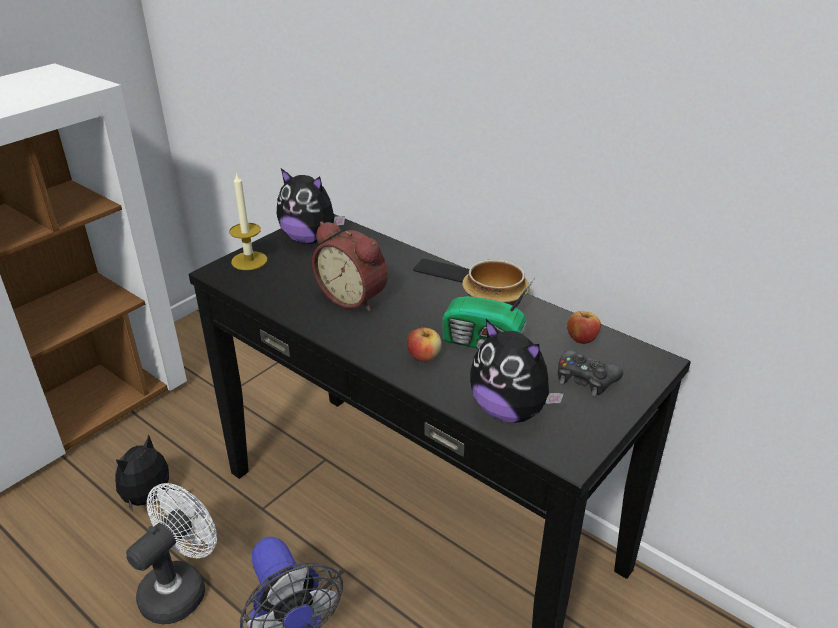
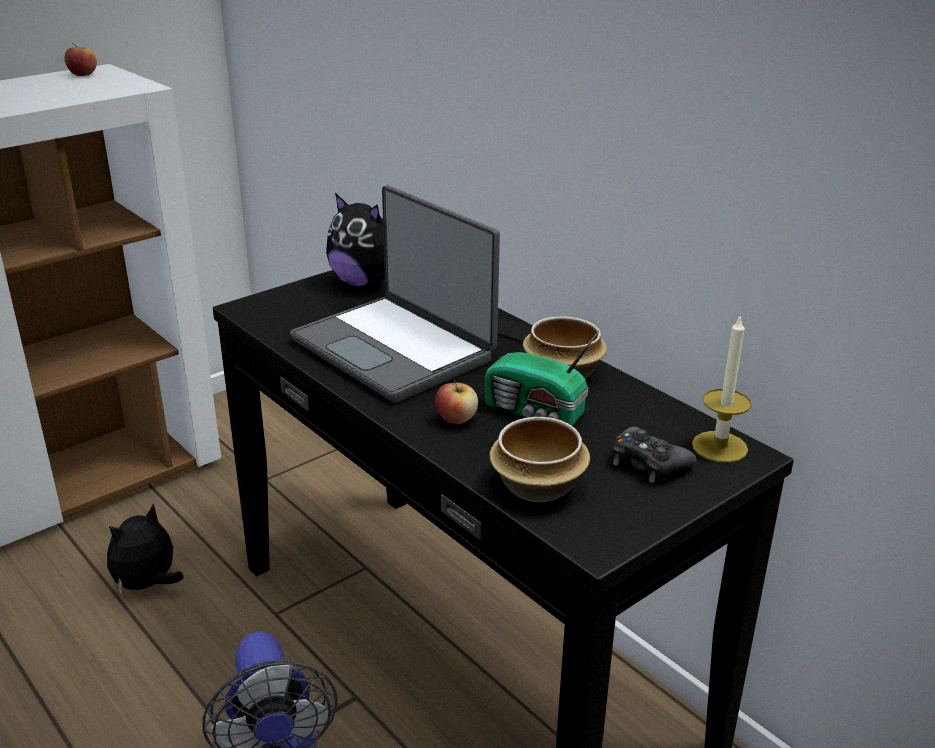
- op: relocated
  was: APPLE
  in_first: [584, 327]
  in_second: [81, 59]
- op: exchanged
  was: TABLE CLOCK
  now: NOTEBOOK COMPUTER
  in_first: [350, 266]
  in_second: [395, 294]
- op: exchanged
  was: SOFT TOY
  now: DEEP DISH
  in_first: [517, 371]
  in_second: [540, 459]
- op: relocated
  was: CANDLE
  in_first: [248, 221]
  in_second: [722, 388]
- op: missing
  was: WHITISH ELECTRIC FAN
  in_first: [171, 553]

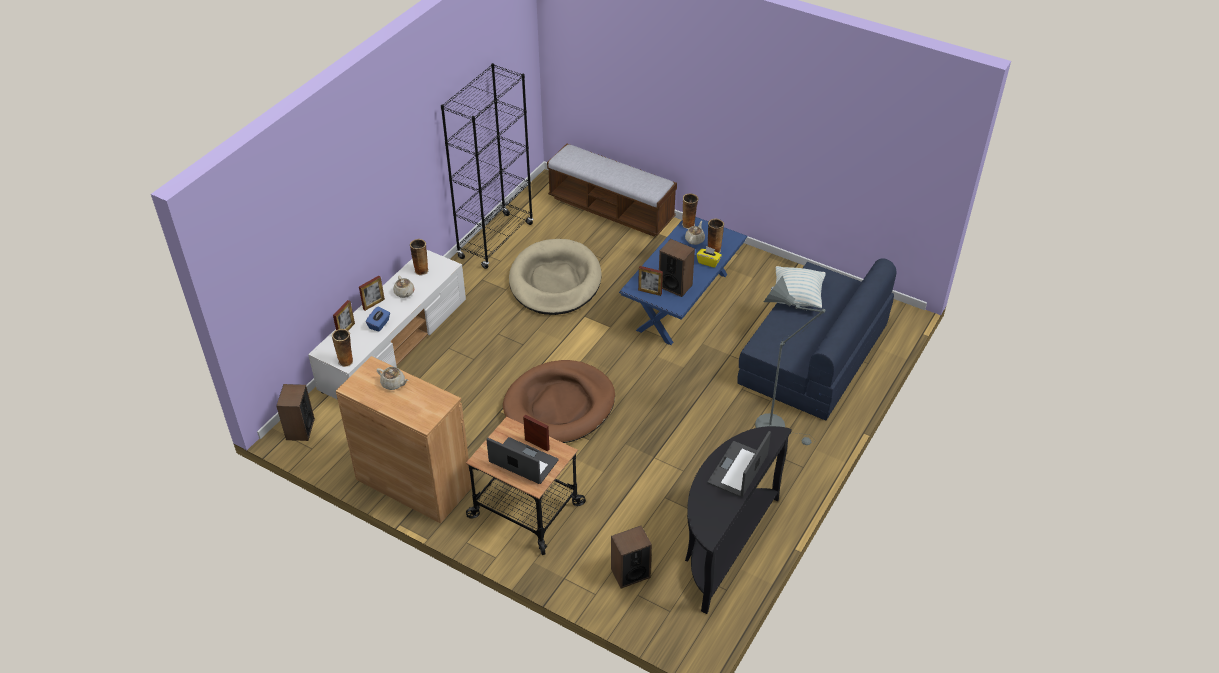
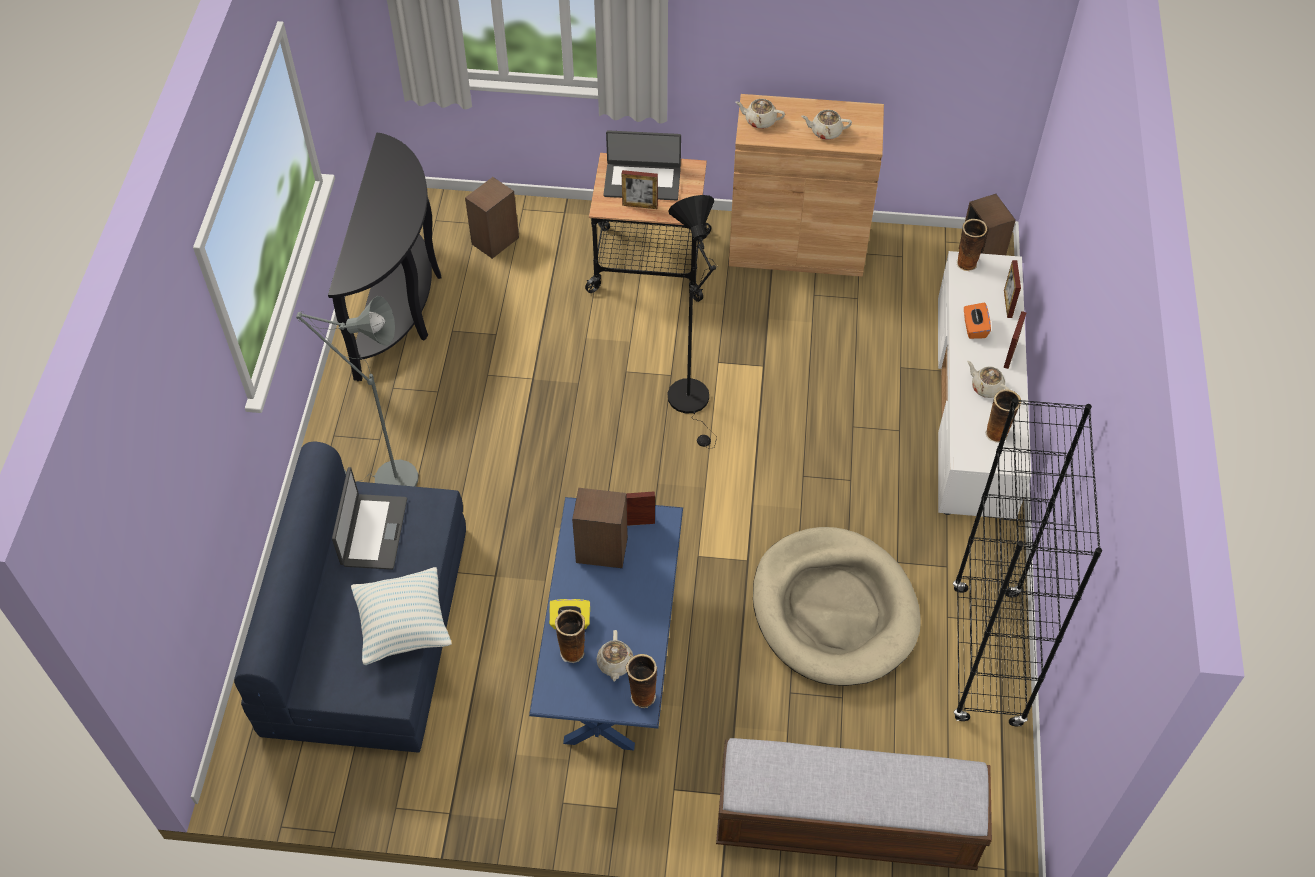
- op: relocated
  was: NOTEBOOK COMPUTER
  in_first: [739, 464]
  in_second: [369, 518]
- op: exchanged
  was: BROWNISH DOG CUSHION
  now: BLACKISH STANDARD LAMP
  in_first: [559, 401]
  in_second: [692, 322]
- op: appeared
  now: BEIGE POT FOR TEA
  in_second: [760, 114]
- op: colour
  was: BLUE TISSUE HOLDER
  now: ORANGEY TISSUE HOLDER
  in_first: [378, 319]
  in_second: [977, 320]

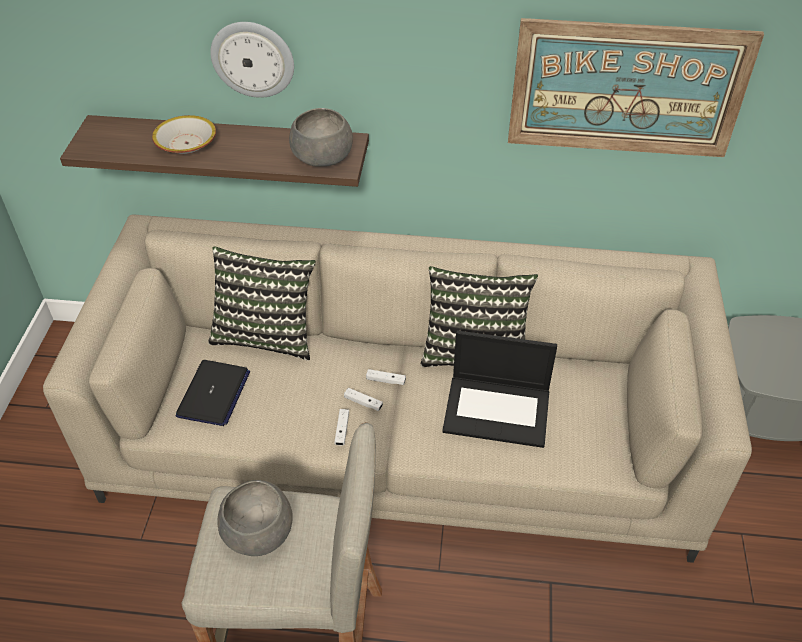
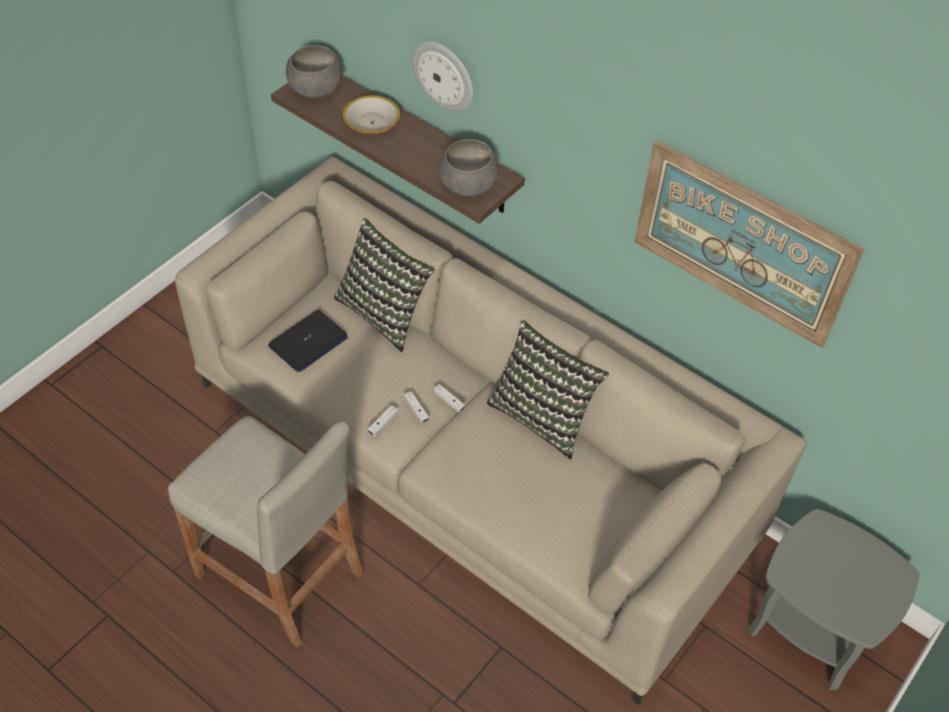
- op: relocated
  was: GRAY DEEP DISH
  in_first: [254, 518]
  in_second: [314, 71]
- op: missing
  was: NOTEBOOK COMPUTER
  in_first: [499, 389]

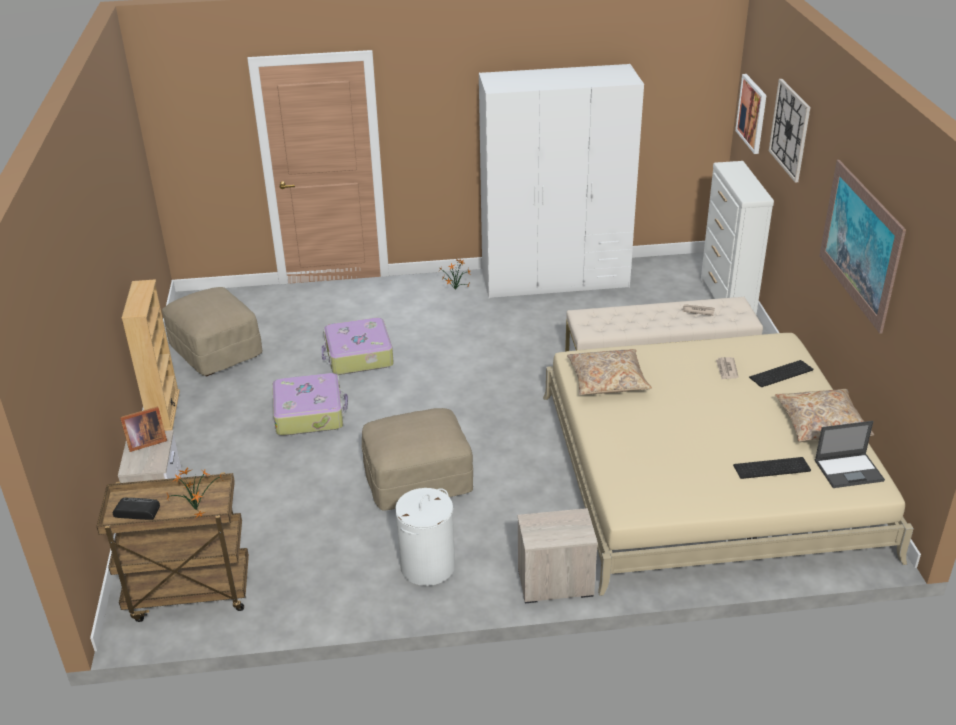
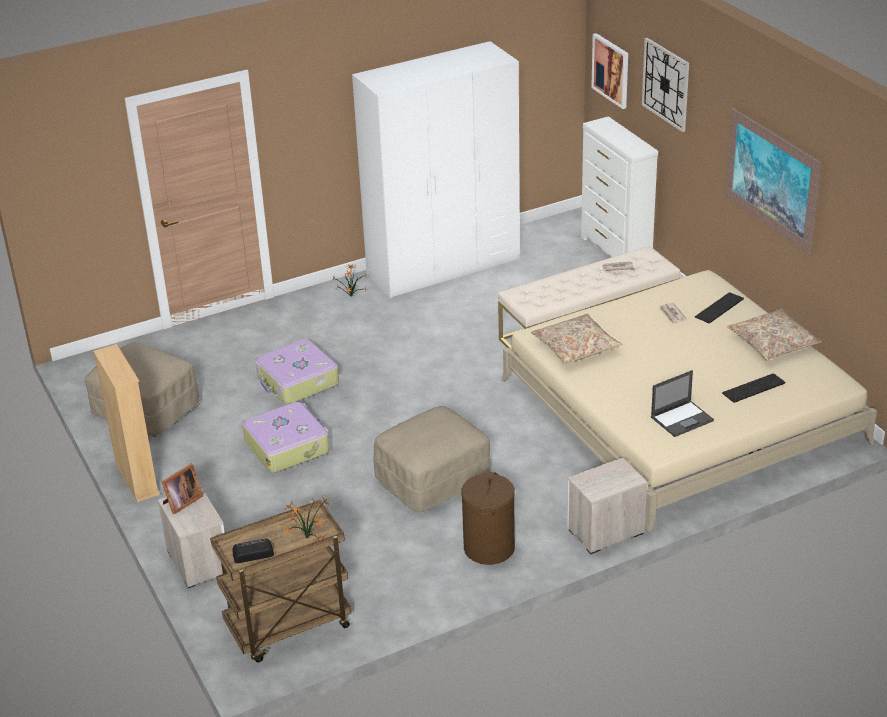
- op: colour
  was: WHITISH HAMPER
  now: BROWNISH HAMPER
  in_first: [425, 537]
  in_second: [488, 518]
- op: relocated
  was: NOTEBOOK COMPUTER
  in_first: [850, 454]
  in_second: [682, 403]

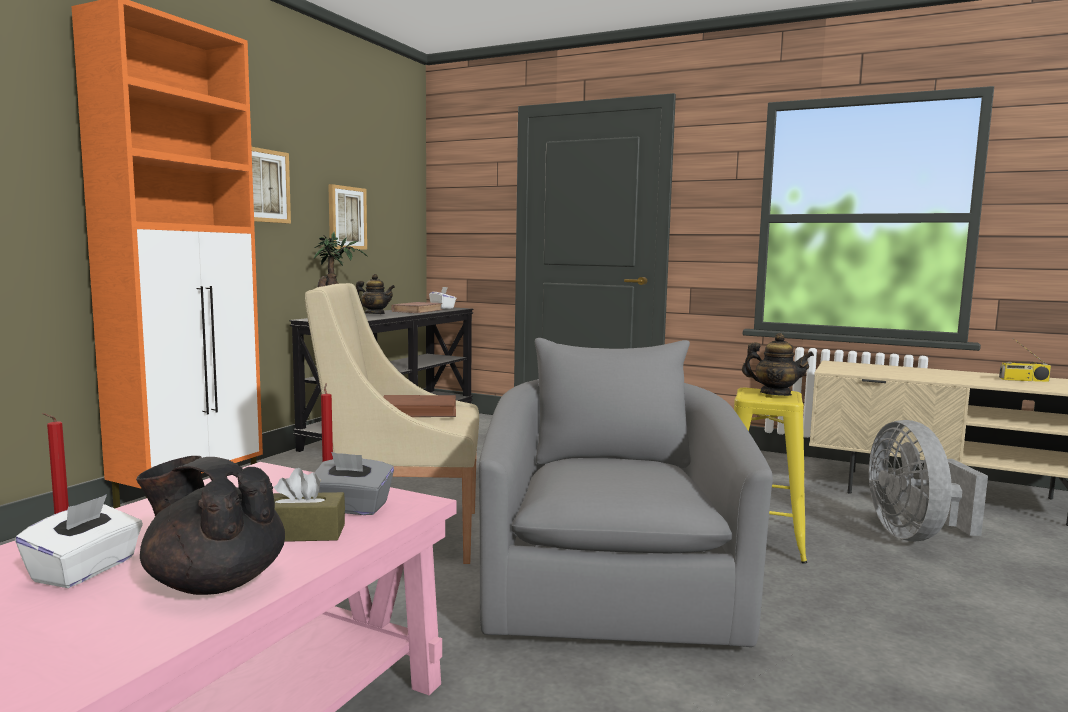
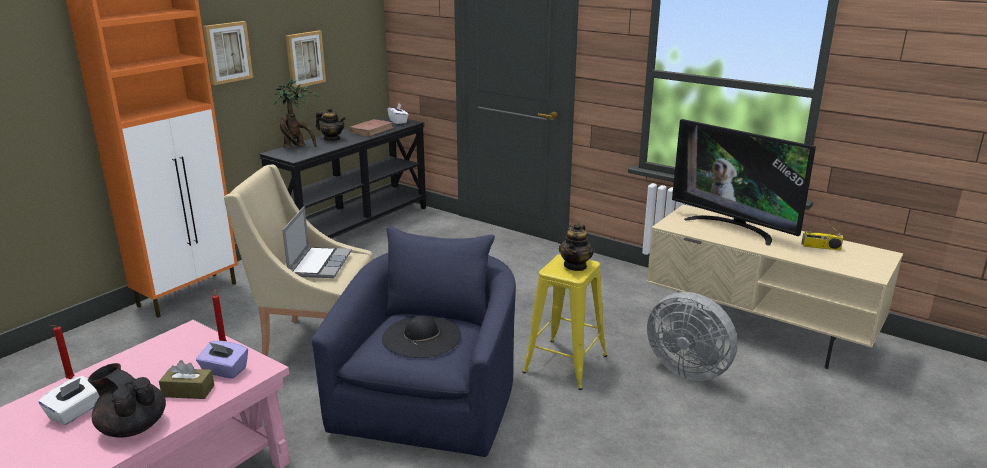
- op: colour
  was: GRAY TISSUE HOLDER
  now: PURPLE TISSUE HOLDER
  in_first: [354, 483]
  in_second: [222, 359]
- op: exchanged
  was: BROWNISH BOUND BOOK
  now: NOTEBOOK COMPUTER
  in_first: [419, 406]
  in_second: [317, 242]
- op: colour
  was: GRAY EASY CHAIR
  now: BLUE EASY CHAIR
  in_first: [625, 492]
  in_second: [414, 341]
- op: appeared
  now: BLACKISH HAT
  in_second: [421, 336]
- op: spun
  was: POT FOR TEA
  in_first: [778, 364]
  in_second: [576, 247]
  clockwise: 75
- op: spun
  was: GRAY ELECTRIC FAN
  in_first: [928, 481]
  in_second: [692, 336]
  clockwise: -60
- op: appeared
  now: TELEVISION
  in_second: [744, 182]

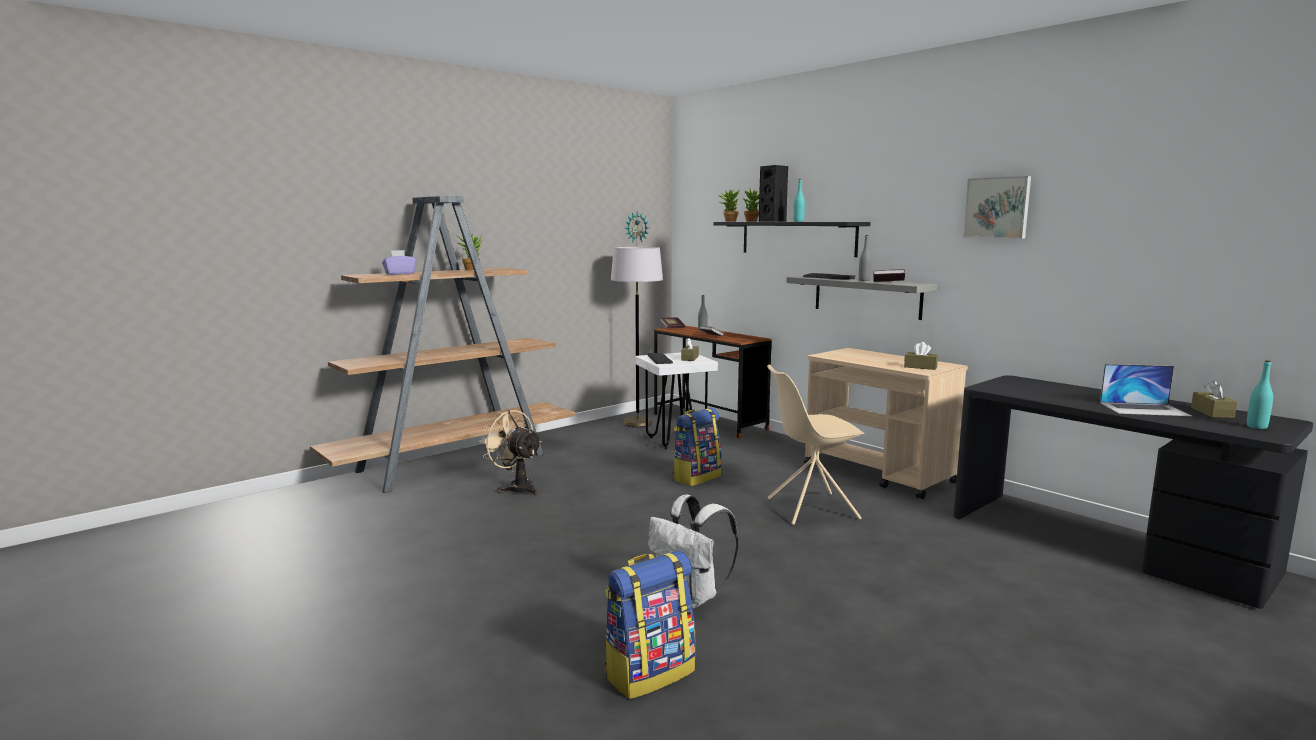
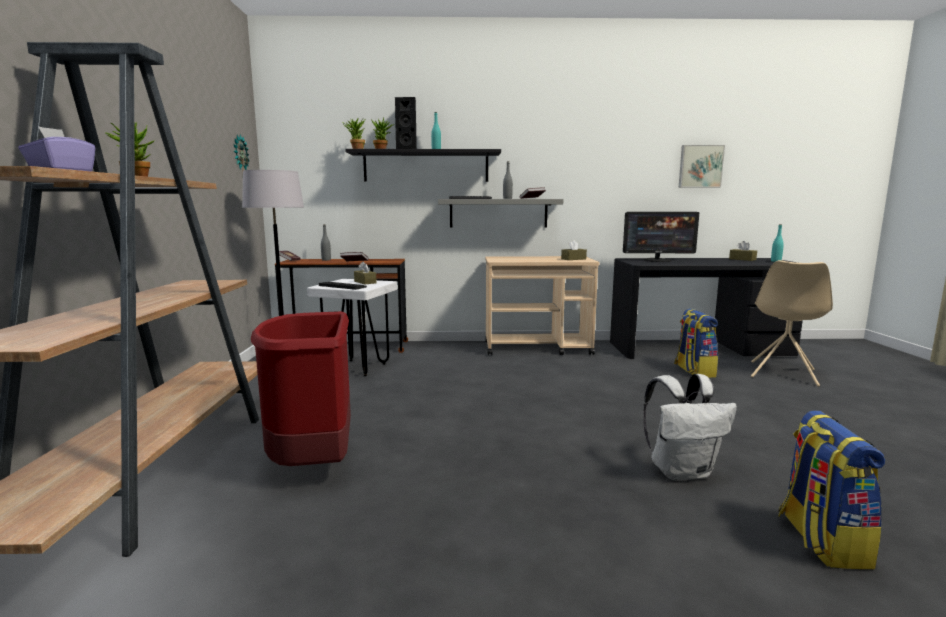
- op: exchanged
  was: BEIGE ELECTRIC FAN
  now: RED TRASH CAN
  in_first: [510, 452]
  in_second: [301, 388]
- op: appeared
  now: MONITOR
  in_second: [661, 237]
- op: relocated
  was: RUCKSACK
  in_first: [697, 447]
  in_second: [696, 343]
- op: relocated
  was: WALL PICTURE
  in_first: [997, 207]
  in_second: [702, 166]
- op: relocated
  was: BEIGE UPRIGHT CHAIR
  in_first: [816, 445]
  in_second: [792, 323]
- op: missing
  was: NOTEBOOK COMPUTER
  in_first: [1146, 390]

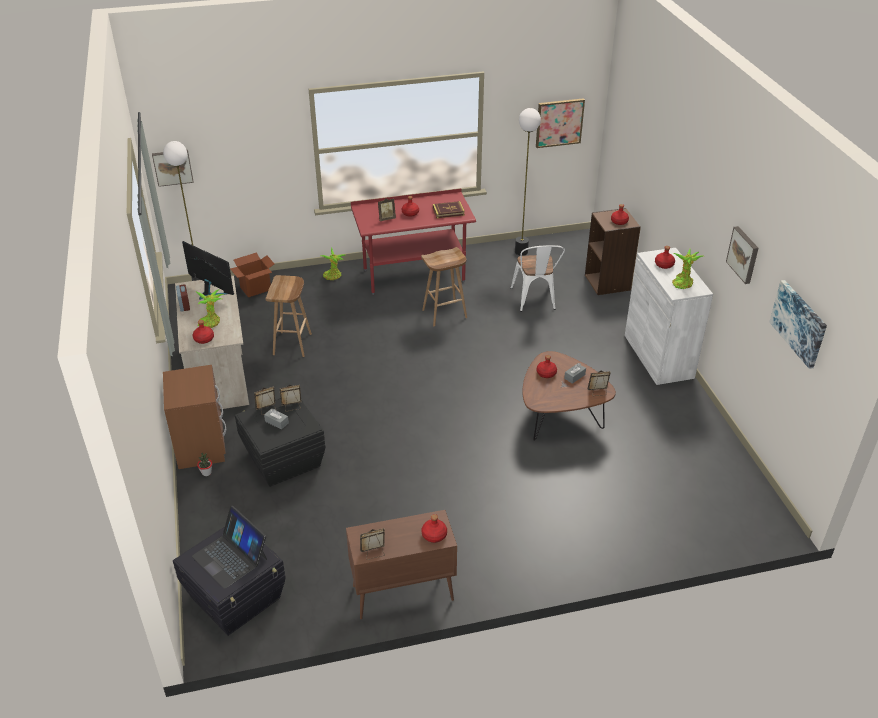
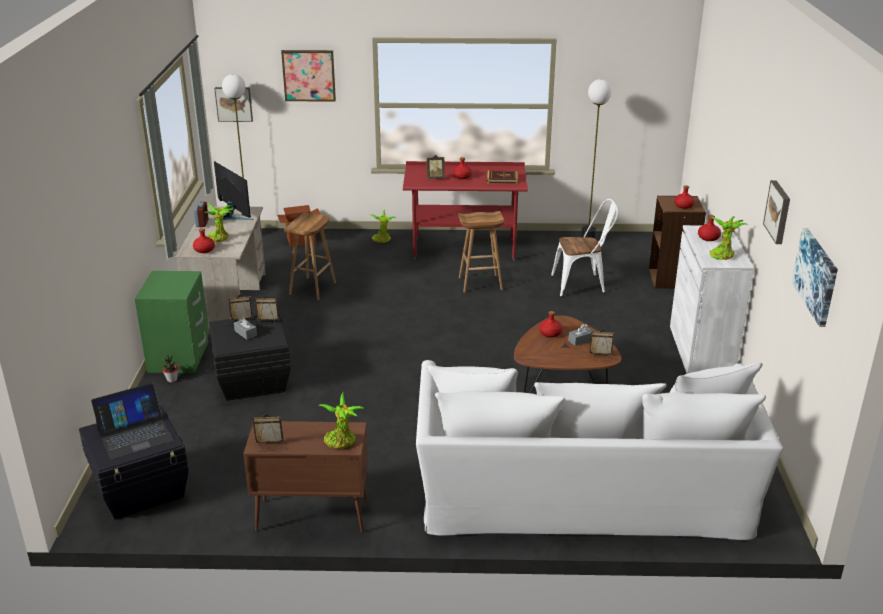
- op: spun
  was: NOTEBOOK COMPUTER
  in_first: [229, 547]
  in_second: [132, 421]
  clockwise: -90
- op: colour
  was: BROWNISH NIGHT TABLE
  now: GREEN NIGHT TABLE
  in_first: [194, 417]
  in_second: [172, 322]
- op: relocated
  was: WALL PICTURE
  in_first: [560, 123]
  in_second: [308, 76]
- op: exchanged
  was: RED DRINK BOTTLE
  now: HOUSEPLANT
  in_first: [434, 528]
  in_second: [341, 420]
- op: appeared
  now: WHITISH SETTEE
  in_second: [599, 450]
- op: spun
  was: WHITISH UPRIGHT CHAIR
  in_first: [537, 278]
  in_second: [584, 248]
  clockwise: -105

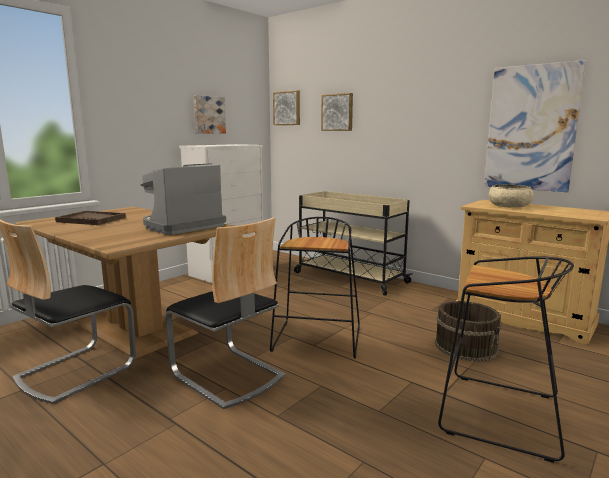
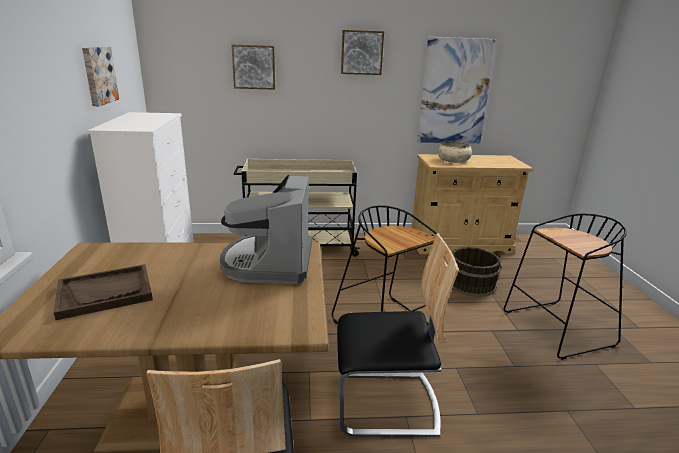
- op: relocated
  was: WALL PICTURE
  in_first: [286, 107]
  in_second: [362, 52]

